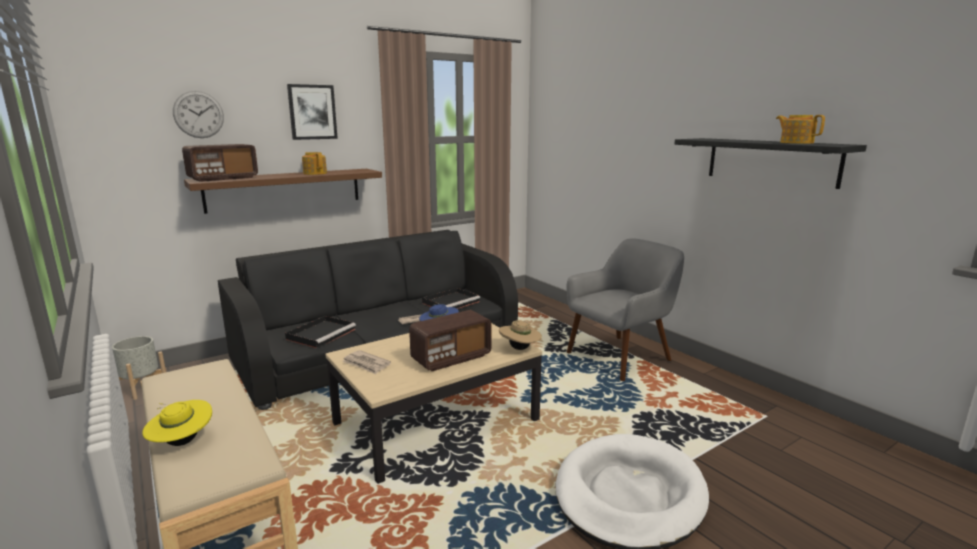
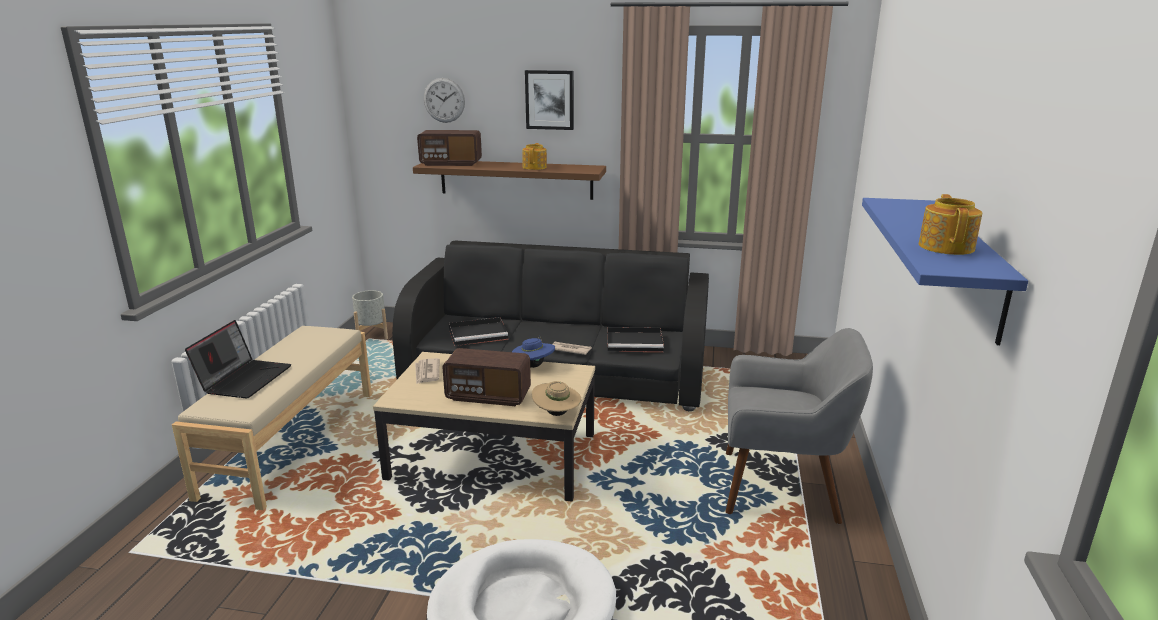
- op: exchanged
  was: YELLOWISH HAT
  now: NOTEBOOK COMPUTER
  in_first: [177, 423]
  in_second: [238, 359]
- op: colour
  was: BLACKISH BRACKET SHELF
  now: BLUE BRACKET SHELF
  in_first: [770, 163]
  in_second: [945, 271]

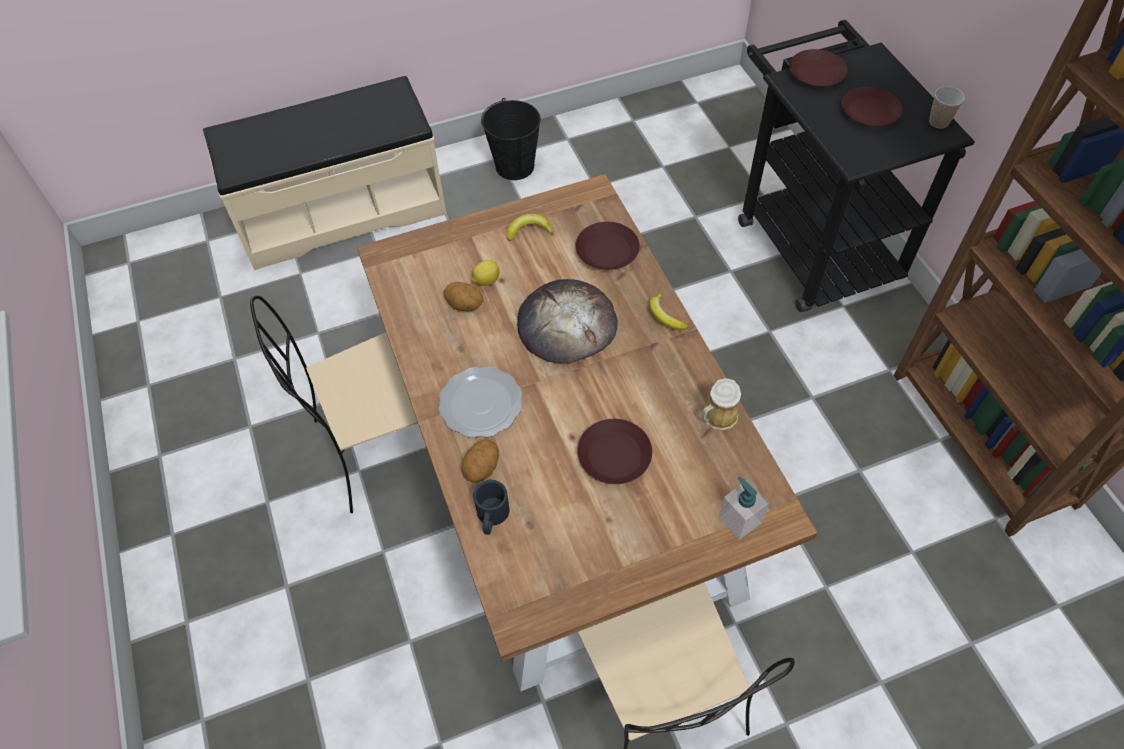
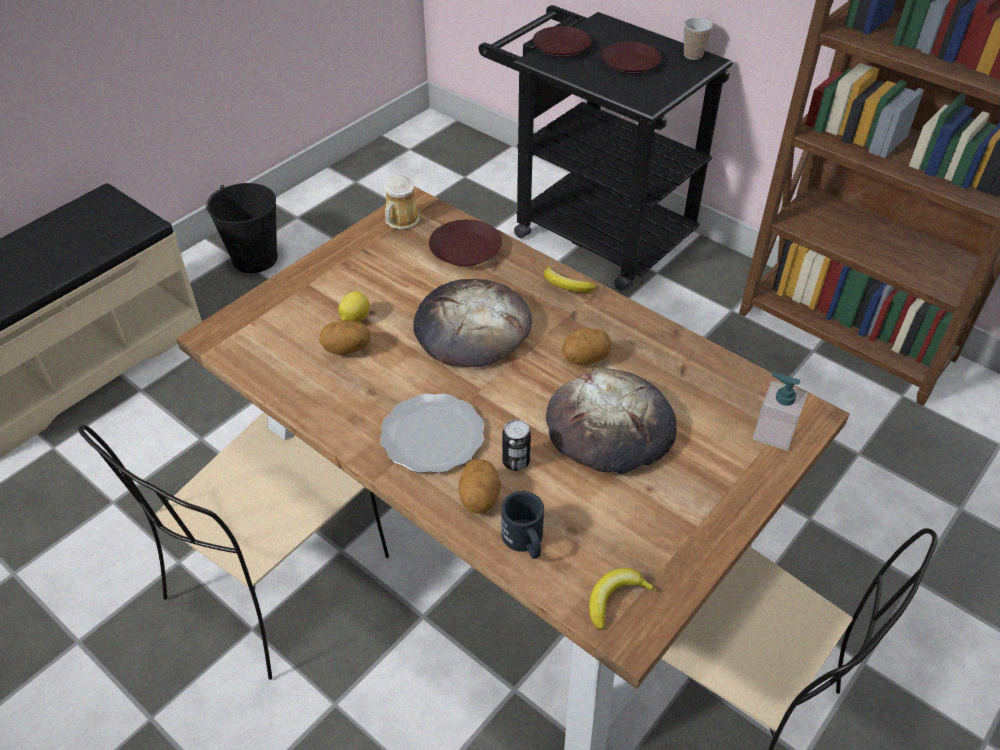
- op: relocated
  was: COFFEE MUG
  in_first: [721, 404]
  in_second: [402, 202]
- op: appeared
  now: METAL CAN
  in_second: [516, 445]
- op: exchanged
  was: BROWNISH PLATE
  now: BREAD
  in_first: [614, 451]
  in_second: [611, 421]
- op: appeared
  now: SPUD
  in_second: [586, 347]
- op: relocated
  was: WHOLE BANANA
  in_first: [530, 227]
  in_second: [623, 599]

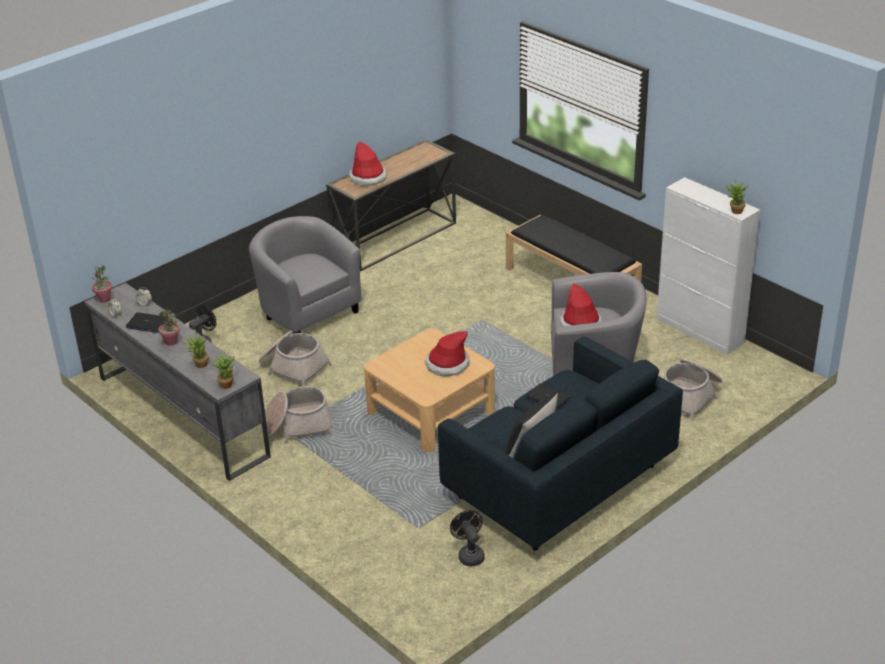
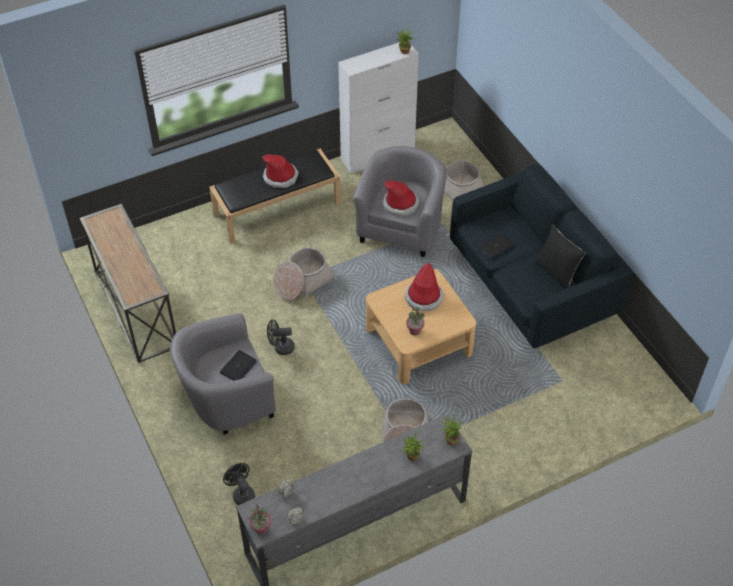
- op: relocated
  was: NOTEBOOK COMPUTER
  in_first: [147, 322]
  in_second: [238, 365]
- op: relocated
  was: HAT
  in_first: [368, 164]
  in_second: [281, 171]
- op: relocated
  was: BLACKISH ELECTRIC FAN
  in_first: [467, 538]
  in_second: [280, 337]
- op: relocated
  was: STORAGE BASKET
  in_first: [295, 358]
  in_second: [305, 273]
- op: relocated
  was: HOUSEPLANT
  in_first: [169, 327]
  in_second: [415, 321]

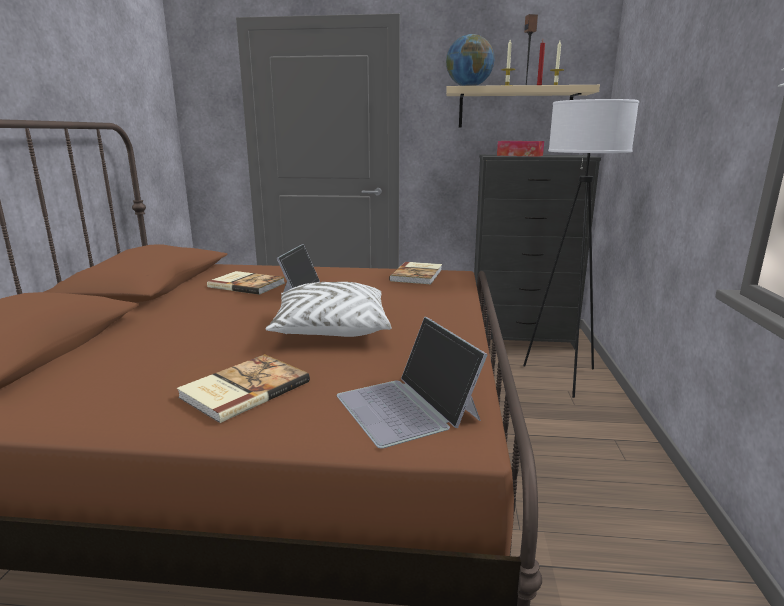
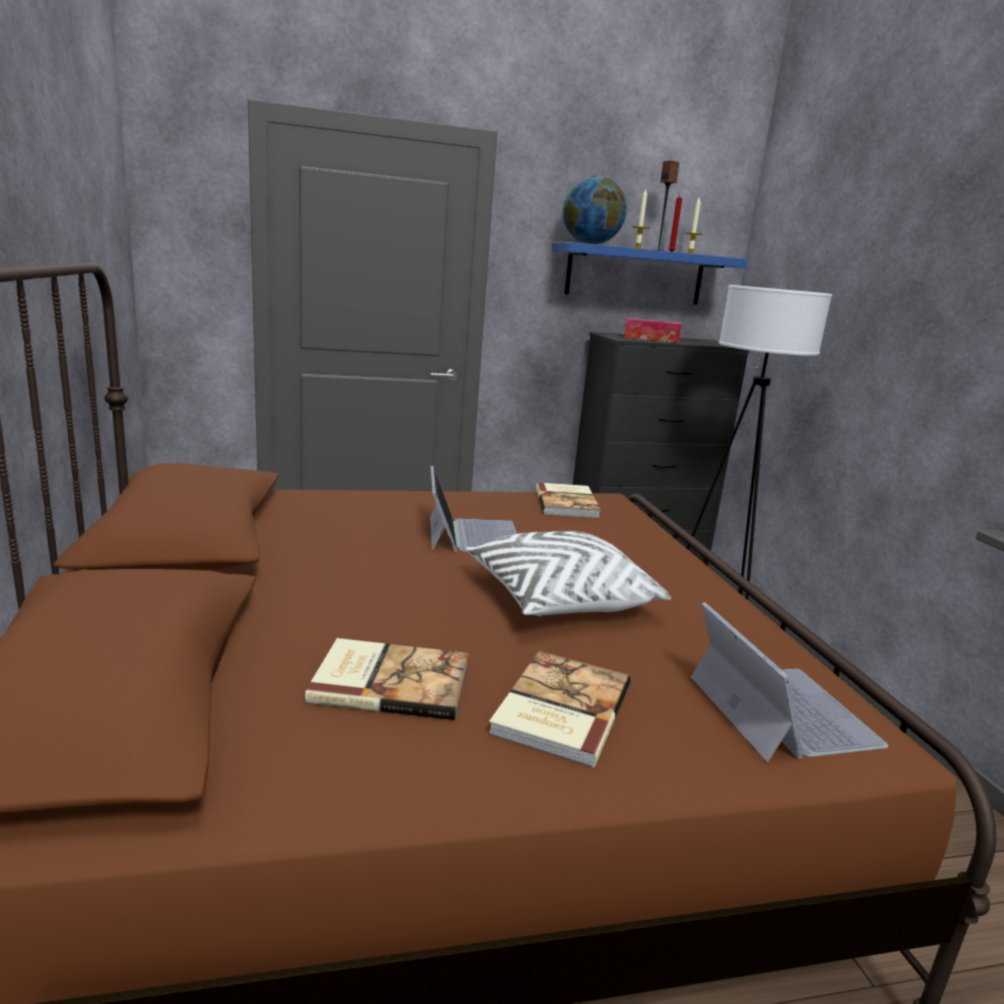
- op: relocated
  was: BOUND BOOK
  in_first: [246, 283]
  in_second: [387, 679]
- op: colour
  was: BEIGE BRACKET SHELF
  now: BLUE BRACKET SHELF
  in_first: [523, 106]
  in_second: [650, 273]
- op: spun
  was: NOTEBOOK COMPUTER
  in_first: [412, 382]
  in_second: [789, 682]
  clockwise: -150

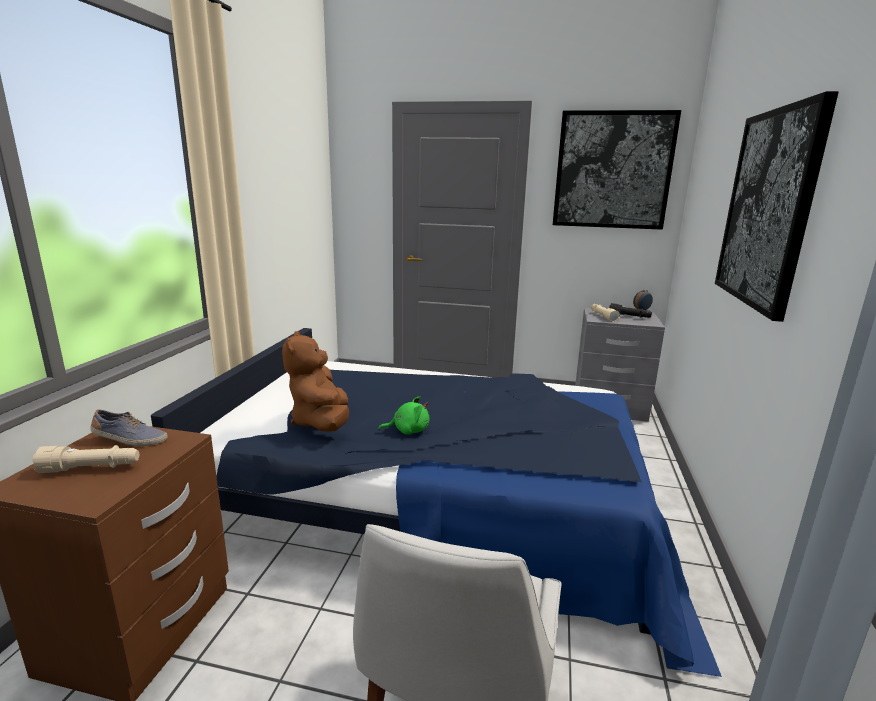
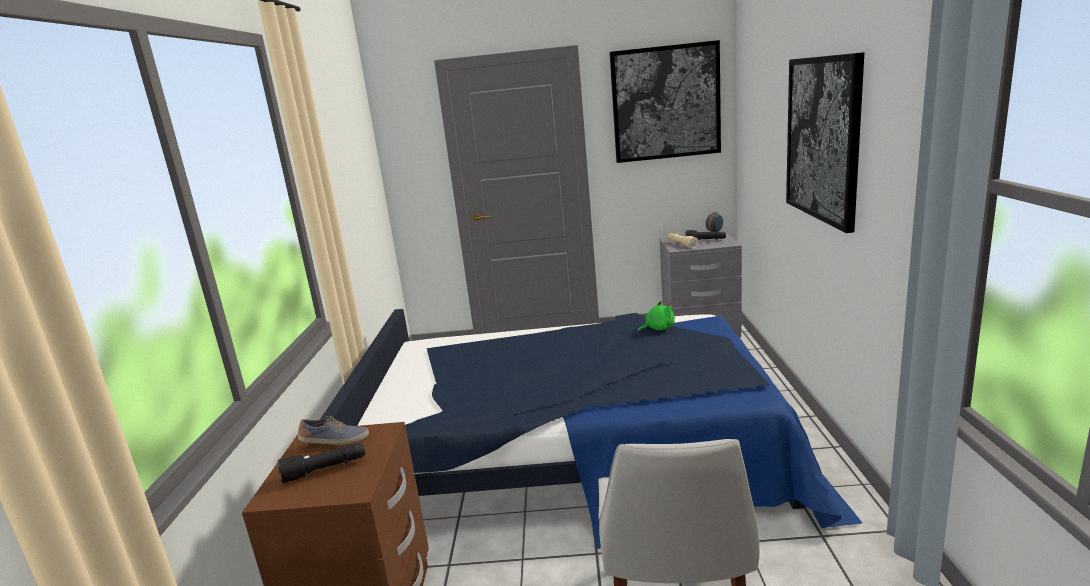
- op: colour
  was: BEIGE FLASHLIGHT
  now: BLACKISH FLASHLIGHT
  in_first: [85, 459]
  in_second: [321, 463]
- op: relocated
  was: GREEN SOFT TOY
  in_first: [404, 415]
  in_second: [656, 316]
- op: missing
  was: BROWNISH SOFT TOY
  in_first: [315, 381]

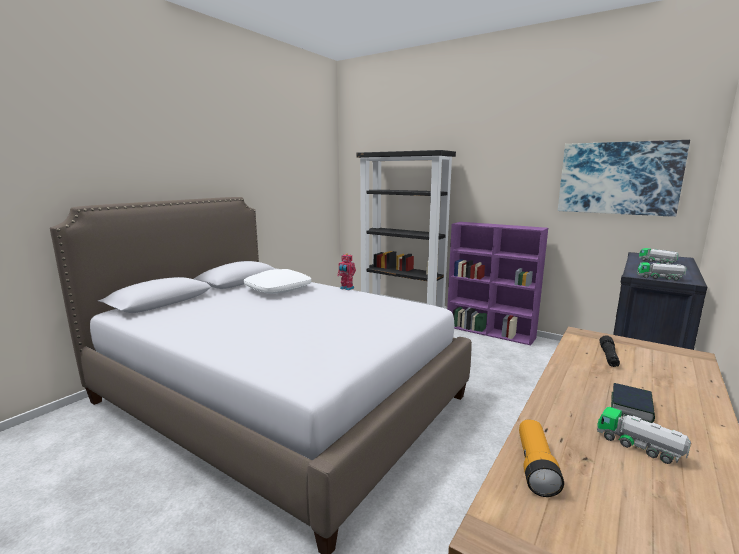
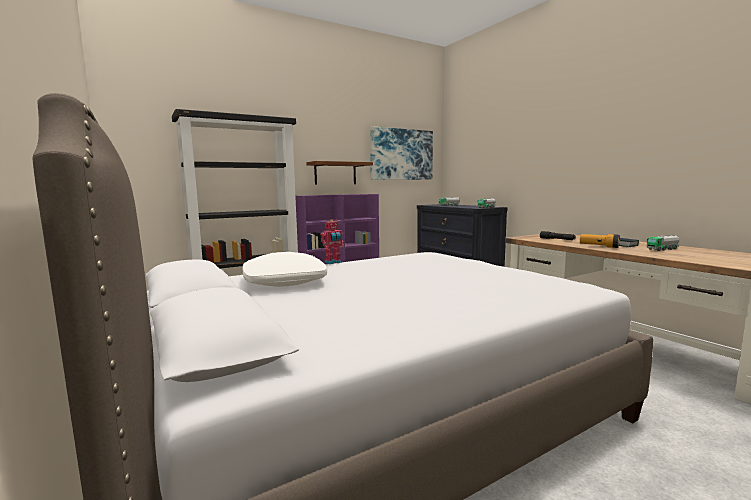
- op: appeared
  now: BROWNISH BRACKET SHELF
  in_second: [339, 173]
- op: relocated
  was: FLASHLIGHT
  in_first: [541, 458]
  in_second: [600, 241]

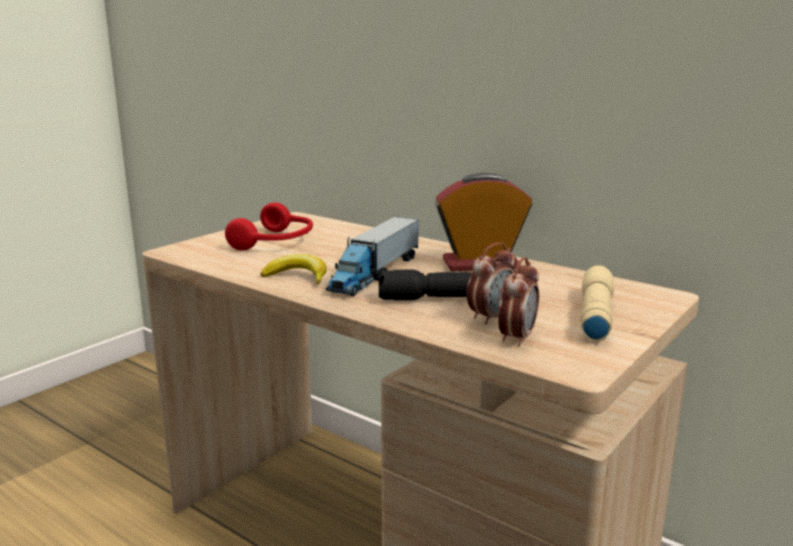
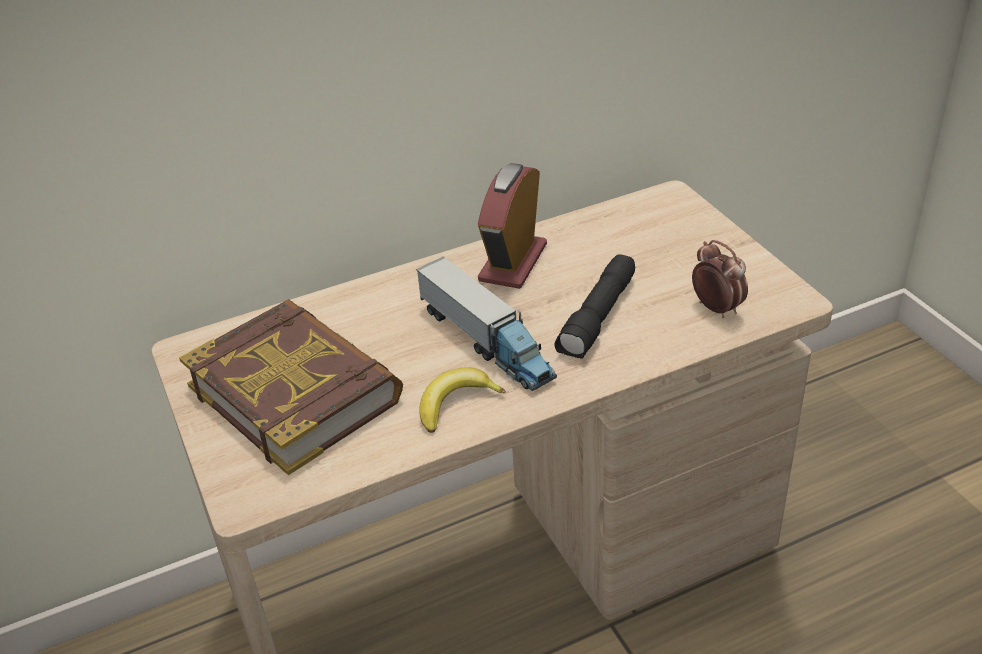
- op: exchanged
  was: RED PAIR OF HEADPHONES
  now: BOUND BOOK
  in_first: [269, 226]
  in_second: [291, 387]
- op: missing
  was: TABLE CLOCK
  in_first: [491, 283]
- op: missing
  was: BEIGE FLASHLIGHT
  in_first: [597, 303]

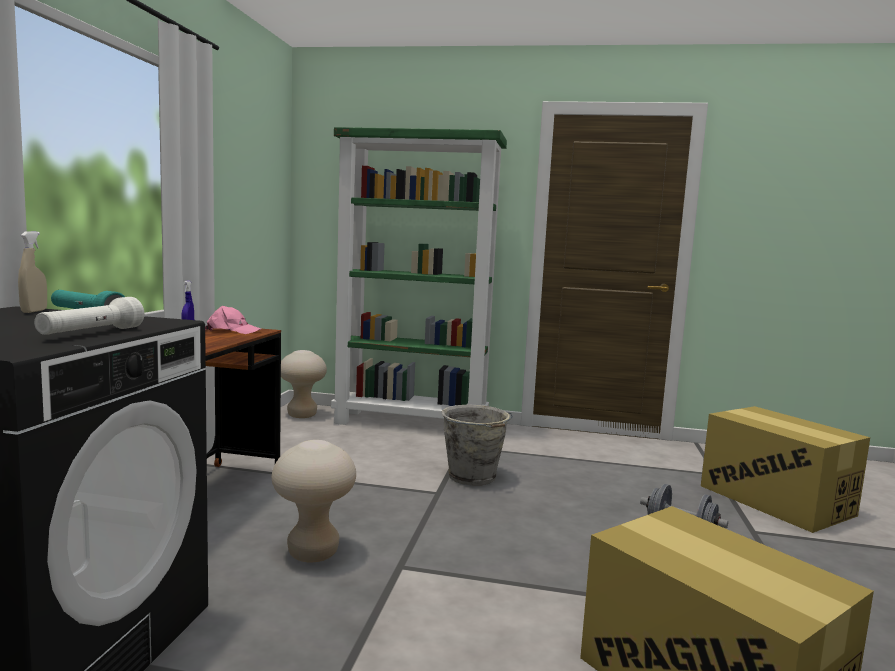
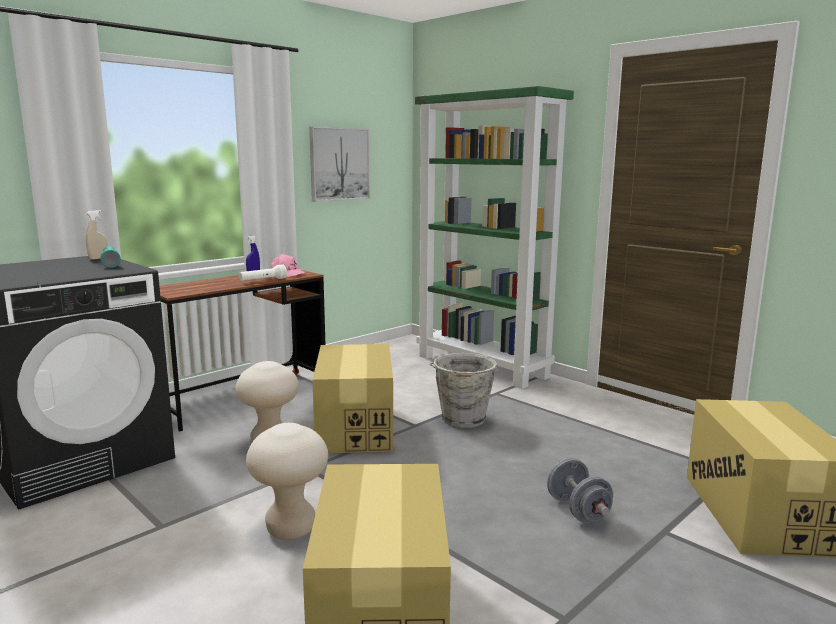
- op: relocated
  was: WHITISH FLASHLIGHT
  in_first: [89, 316]
  in_second: [263, 272]
- op: relocated
  was: BEIGE SITTING STOOL
  in_first: [304, 384]
  in_second: [287, 481]
- op: appeared
  now: WALL PICTURE
  in_second: [339, 164]
- op: appeared
  now: PACKING BOX
  in_second: [352, 398]

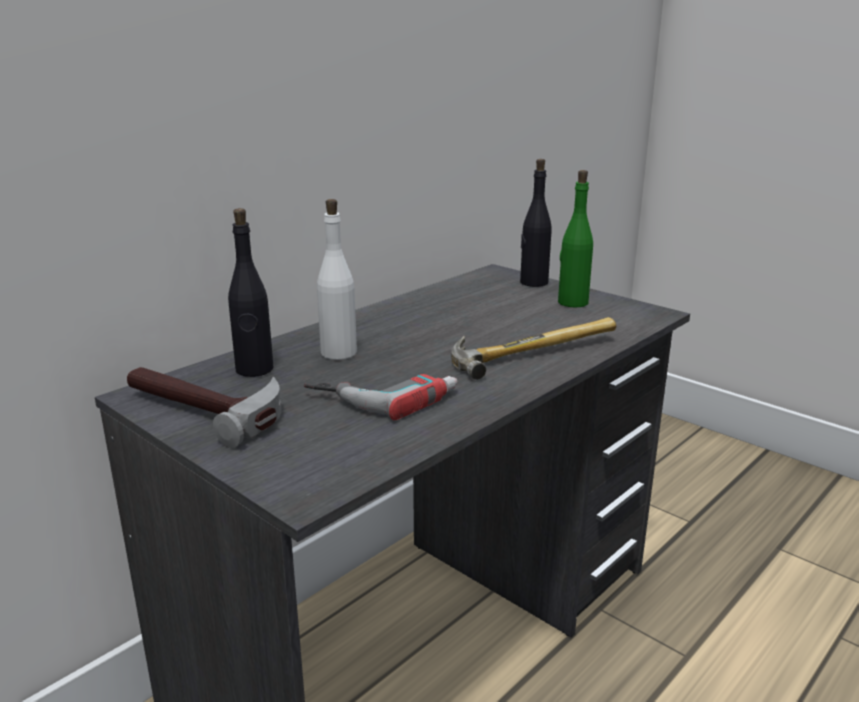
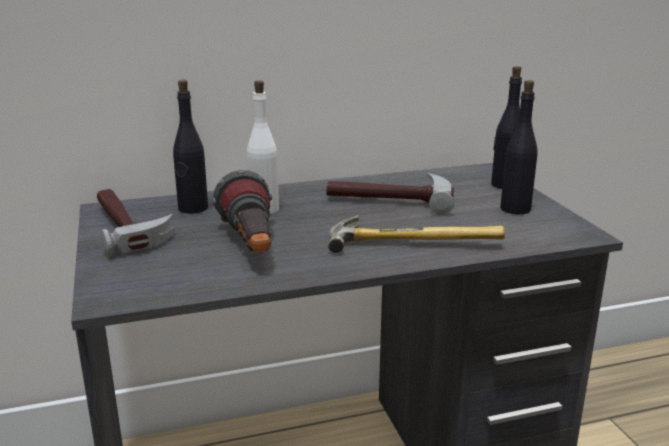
- op: exchanged
  was: ELECTRIC DRILL
  now: FLASHLIGHT
  in_first: [381, 397]
  in_second: [242, 211]
- op: appeared
  now: TOOL HAMMER
  in_second: [390, 194]
- op: colour
  was: GREEN DRINK BOTTLE
  now: BLACKISH DRINK BOTTLE
  in_first: [575, 238]
  in_second: [519, 147]

